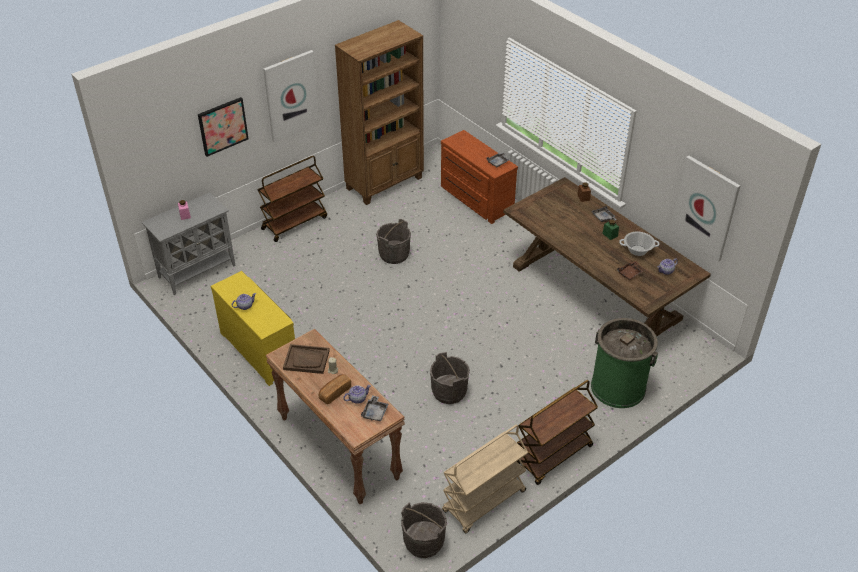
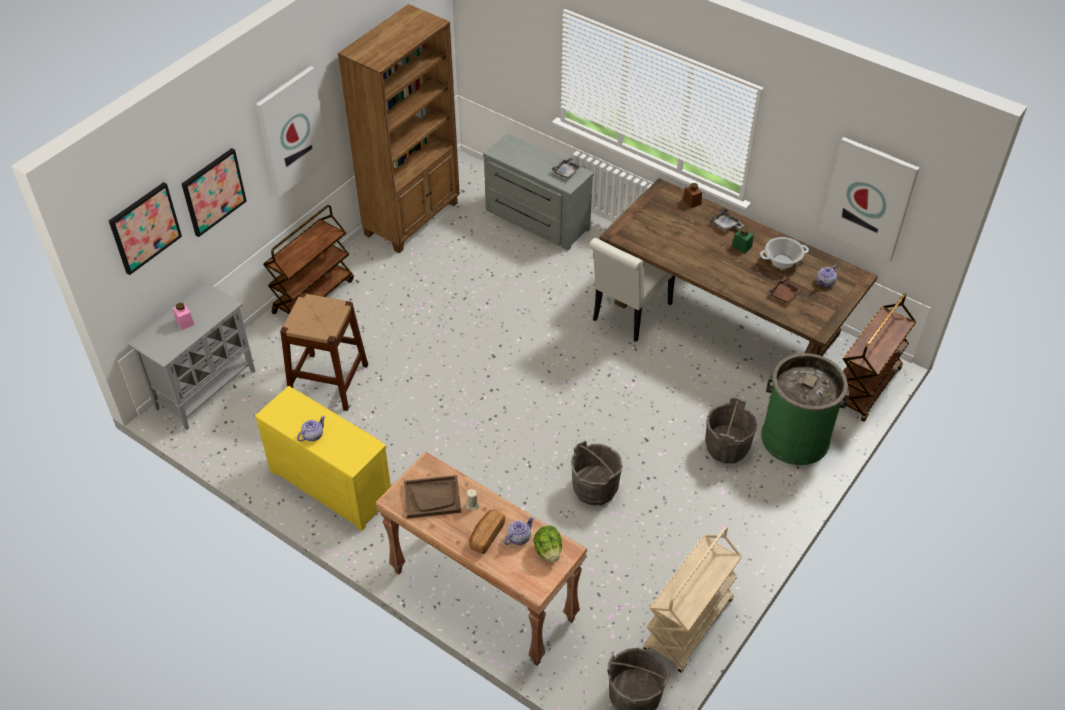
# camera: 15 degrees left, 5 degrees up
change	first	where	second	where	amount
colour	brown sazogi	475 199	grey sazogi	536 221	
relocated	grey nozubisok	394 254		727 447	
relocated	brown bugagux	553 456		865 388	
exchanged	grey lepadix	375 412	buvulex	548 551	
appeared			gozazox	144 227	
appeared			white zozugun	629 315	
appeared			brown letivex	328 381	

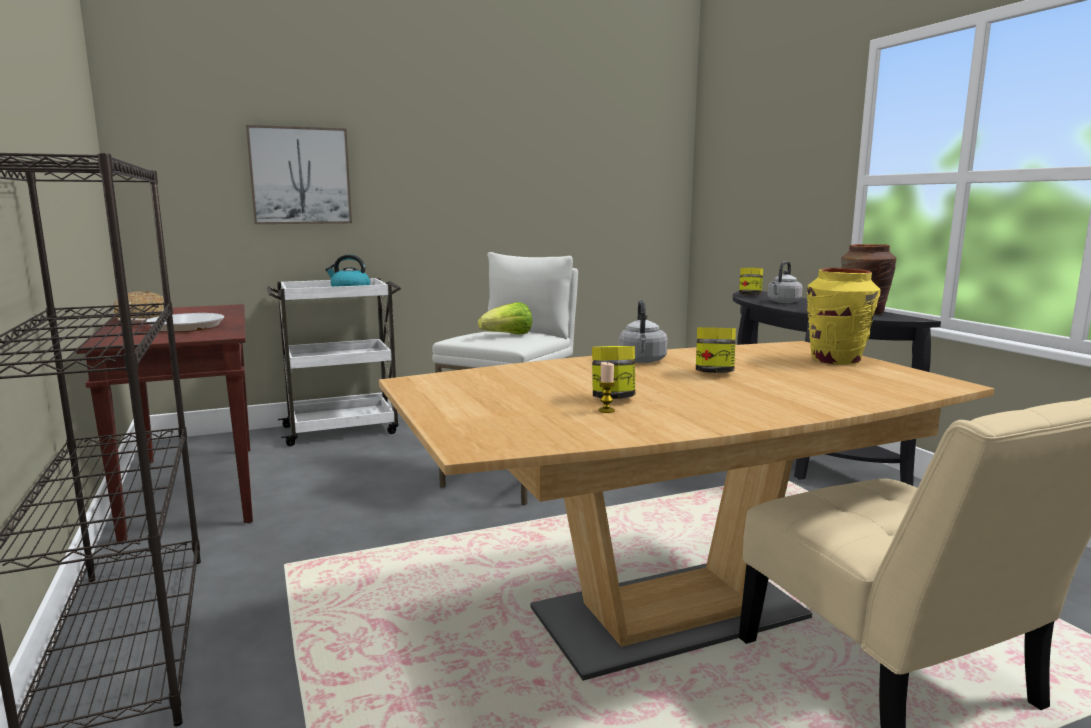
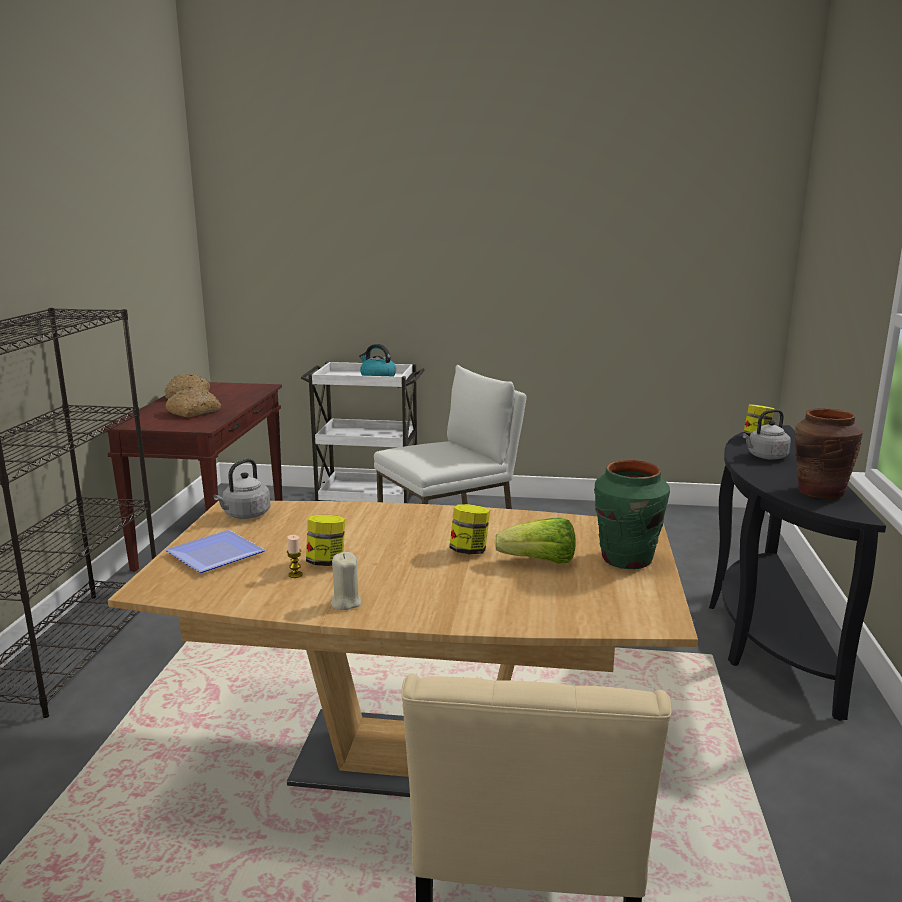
# camera: 30 degrees right, 5 degrees up
change	first	where	second	where	amount
missing	gozazox	300 176			
colour	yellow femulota	836 360	green femulota	626 559	
relocated	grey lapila	642 361		245 515	
relocated	buvulex	508 335		539 562	
exchanged	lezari	182 327	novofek	194 412	
appeared			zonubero	212 555	
appeared			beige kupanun	345 603	

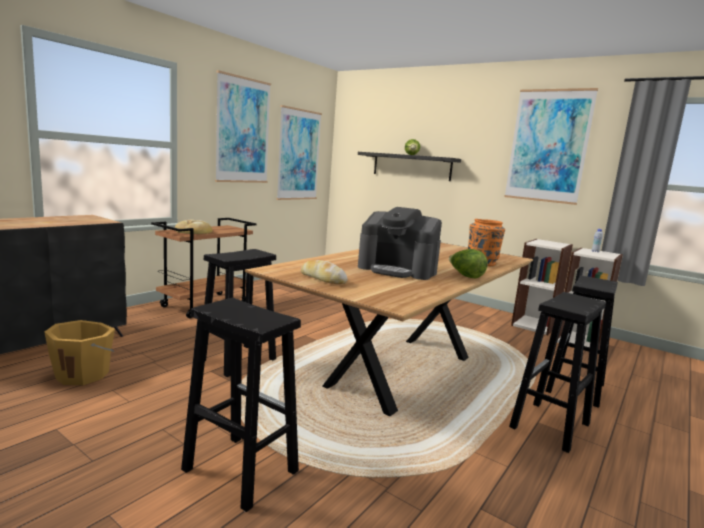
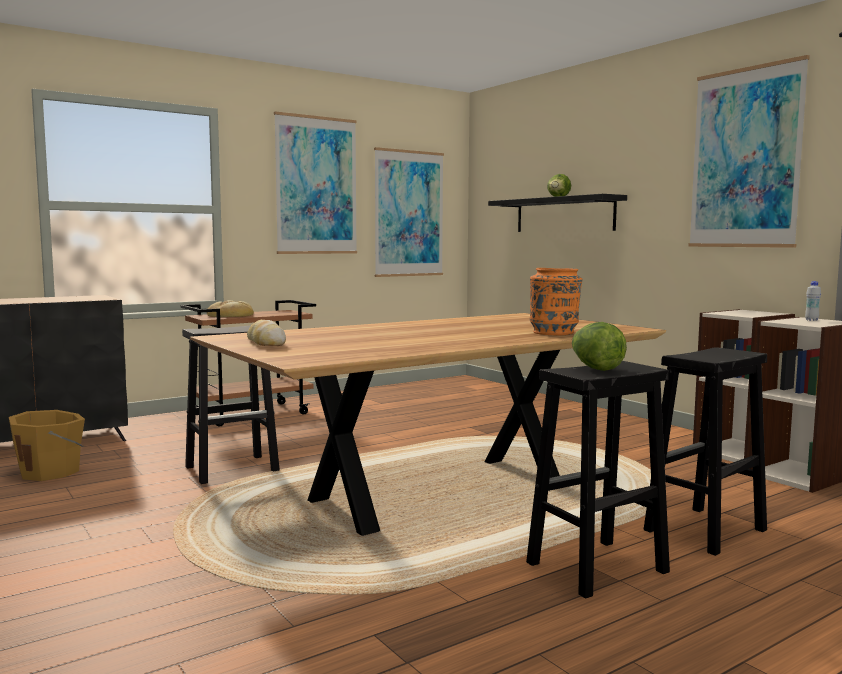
# camera: 20 degrees right, 5 degrees down
change	first	where	second	where	amount
missing	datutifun	398 270			
relocated	buvulex	465 276		595 368	
missing	black letivex	239 470			

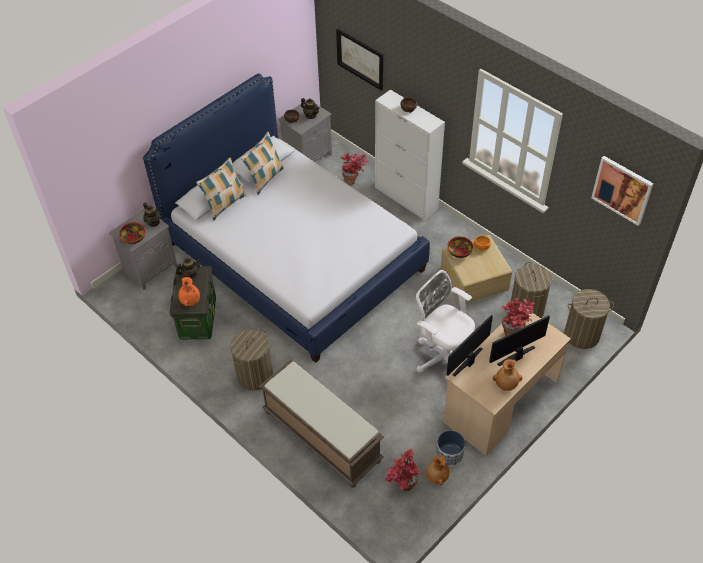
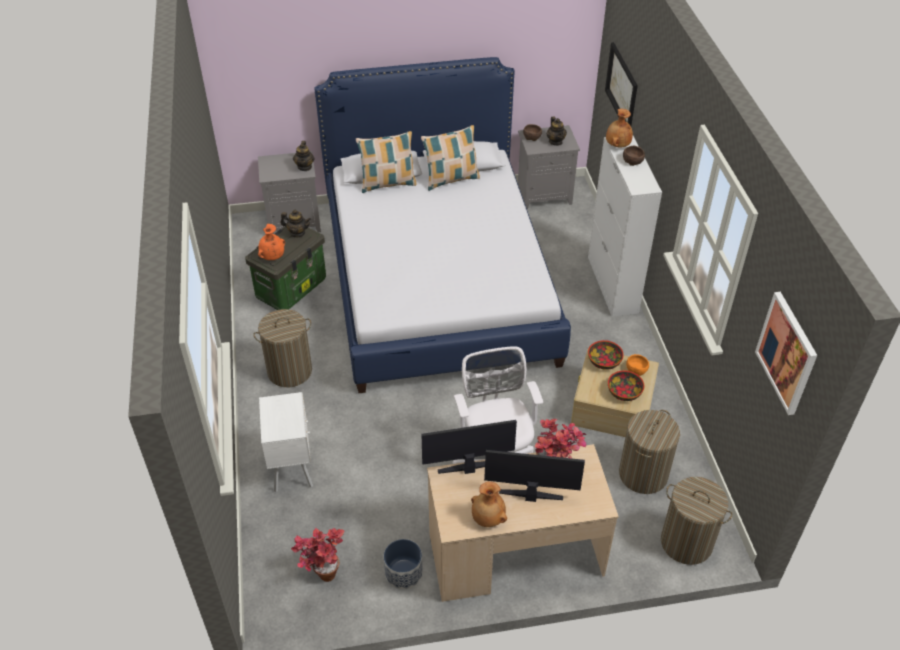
# camera: 35 degrees right, 5 degrees down
change	first	where	second	where	amount
missing	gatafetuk	354 182			
relocated	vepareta	133 238		624 392	
exchanged	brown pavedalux	320 436	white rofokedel	293 467	
relocated	brown femulota	436 477		617 144	

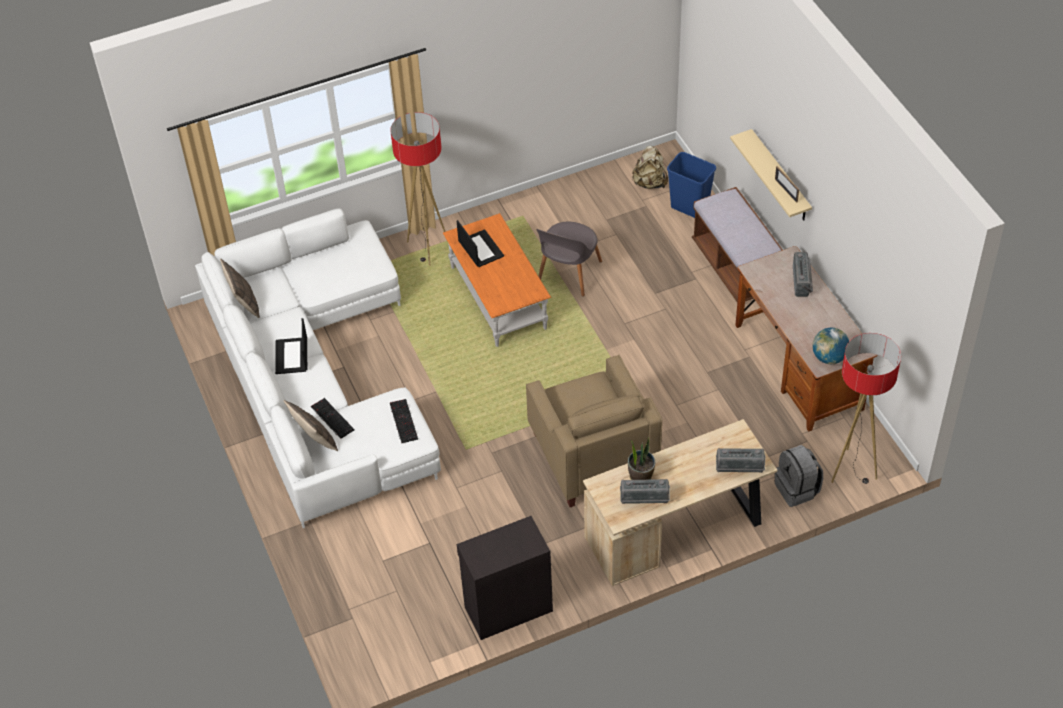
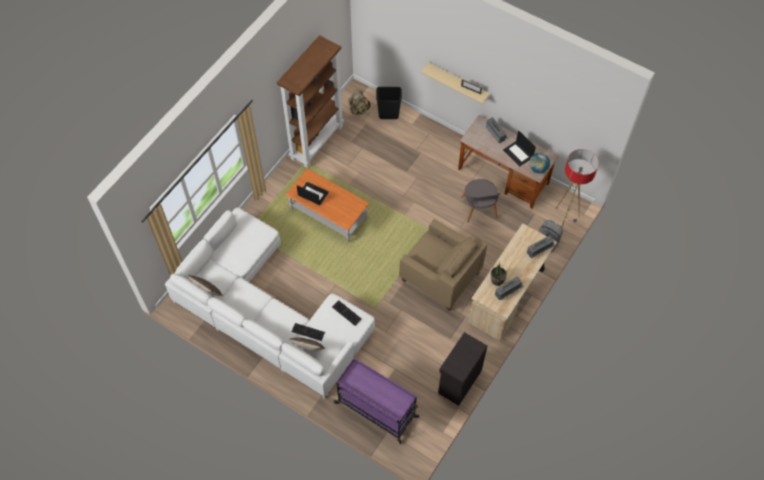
# camera: 35 degrees left, 10 degrees up
change	first	where	second	where	amount
missing	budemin	428 249			
colour	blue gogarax	690 207	black gogarax	389 114	
missing	brown pavedalux	735 267			
relocated	grey zozugun	568 274		479 209	
relocated	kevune	292 356		518 153	
appeared			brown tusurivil	316 141	
appeared			purple bugagux	377 410	

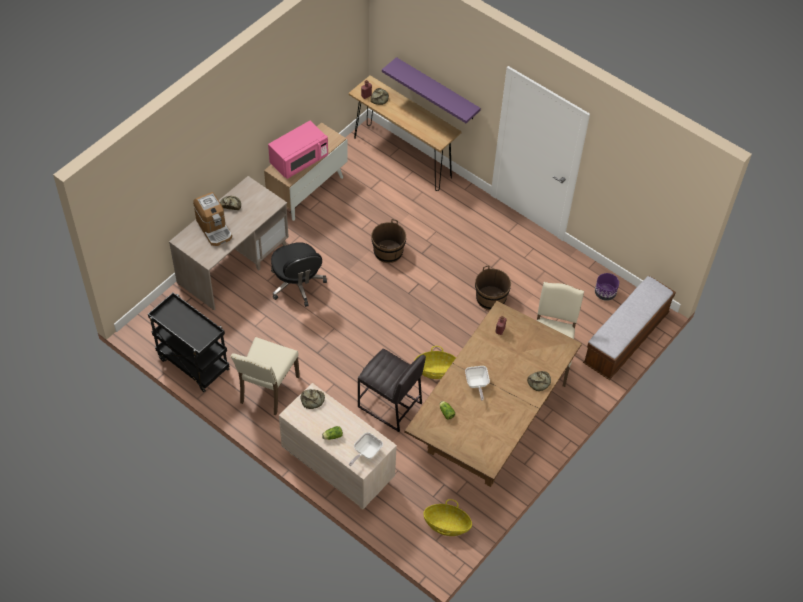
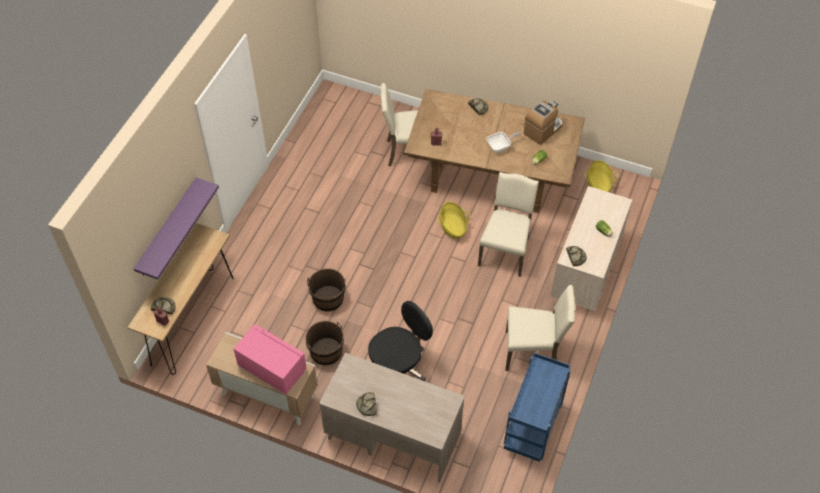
# camera: 105 degrees left, 0 degrees up
change	first	where	second	where	amount
relocated	datutifun	214 228		543 130	
relocated	brown nozubisok	491 298		326 351	
missing	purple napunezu	605 293			
missing	pavedalux	625 339			
colour	black bugagux	192 364	blue bugagux	533 428	
exchanged	grey letivex	390 405	beige zozugun	505 251	
missing	lezari	366 453			

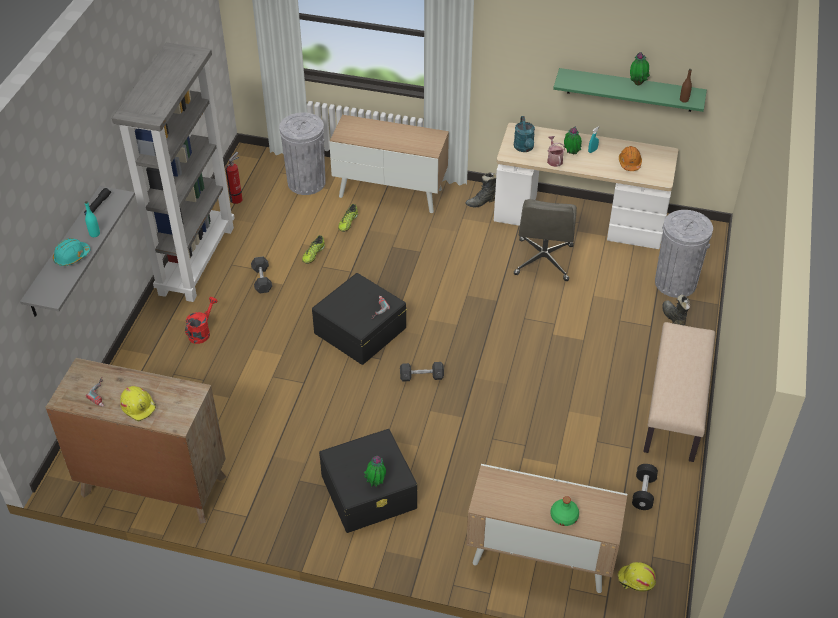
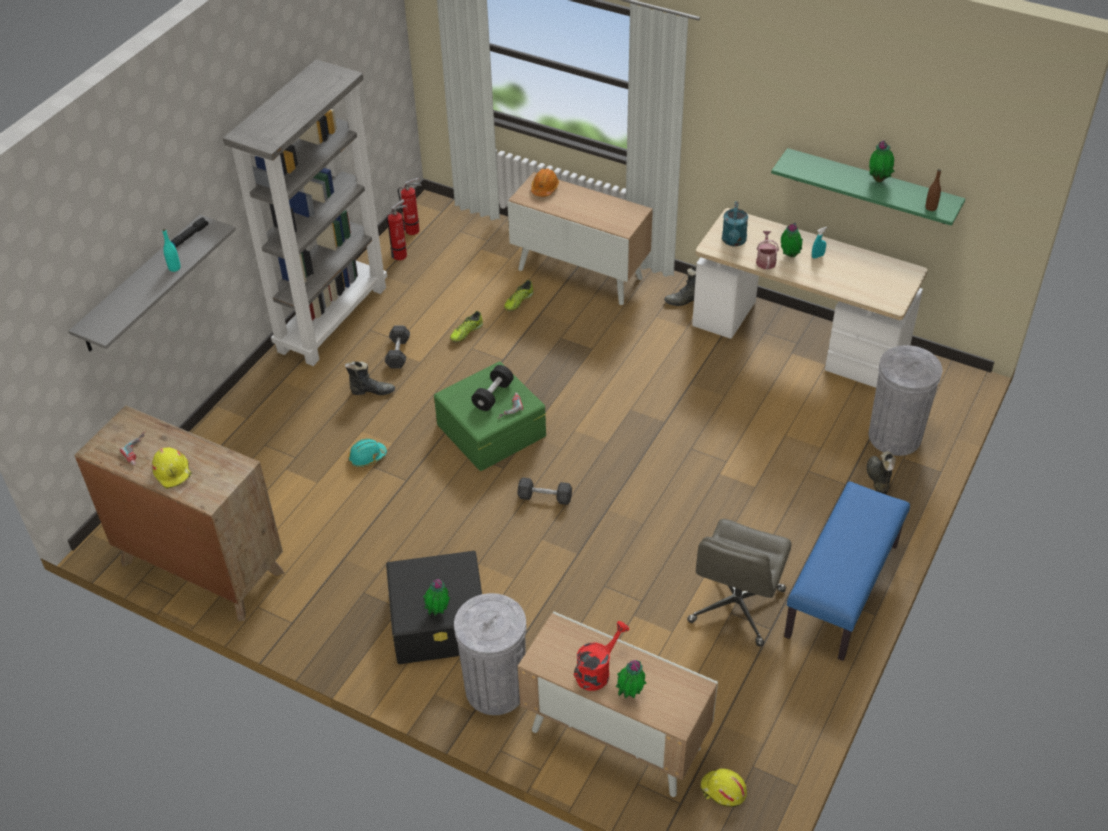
# camera: 15 degrees right, 0 degrees up
change	first	where	second	where	amount
relocated	grey gogarax	306 182		496 688	
relocated	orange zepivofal	629 163		544 188	
relocated	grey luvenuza	543 261		736 607	
relocated	turquoise zepivofal	72 257		367 457	
colour	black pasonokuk	359 330	green pasonokuk	490 430	
relocated	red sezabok	202 332		597 671	
colour	beige pavedalux	675 408	blue pavedalux	842 591	
relocated	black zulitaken	643 492		493 395	
exchanged	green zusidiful	564 517	gatafetuk	630 694	
appeared			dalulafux	414 230	
appeared			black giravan	372 391	

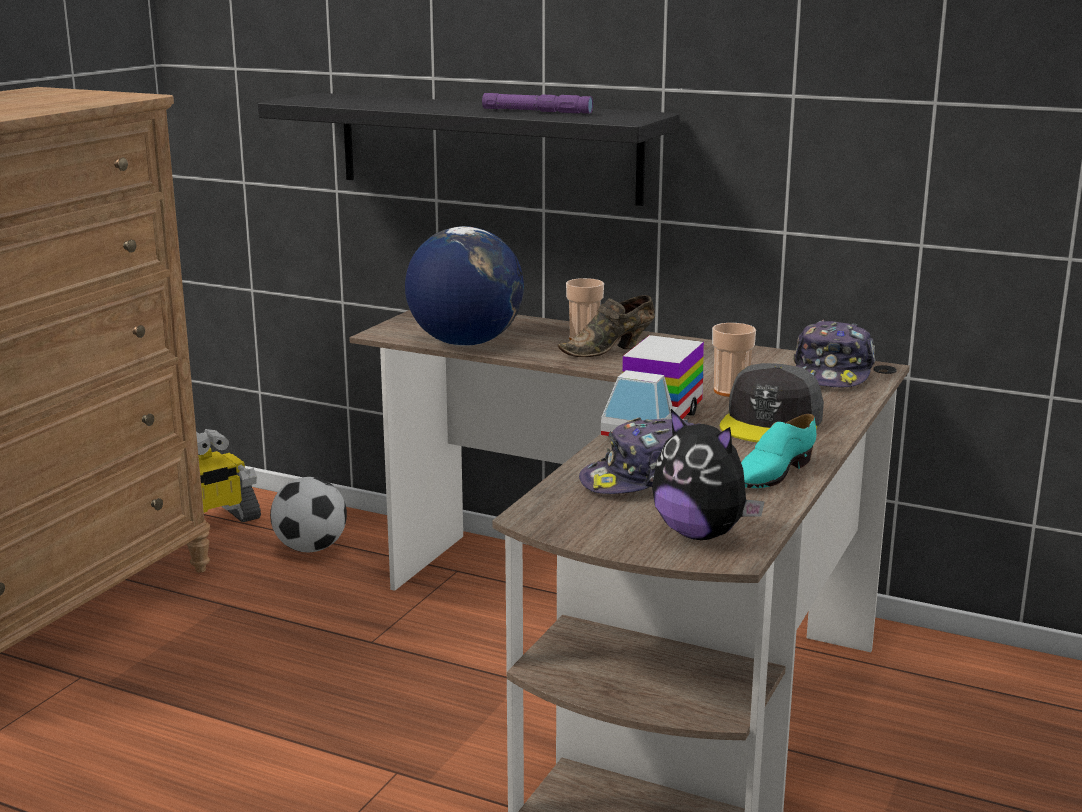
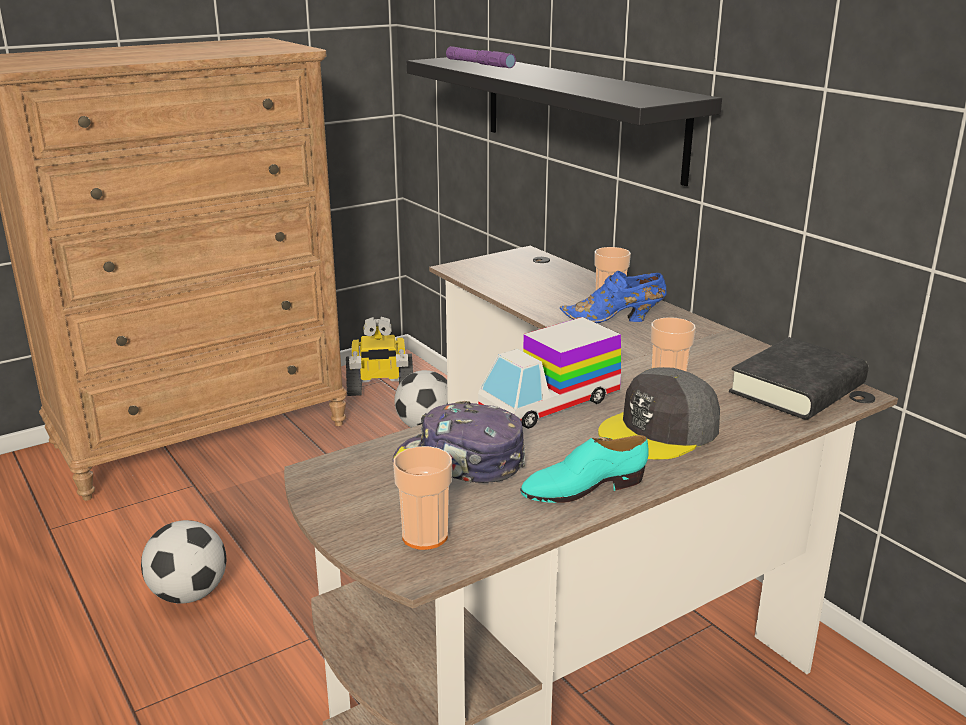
# camera: 30 degrees right, 5 degrees up
change	first	where	second	where	amount
relocated	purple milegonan	537 111		479 64	
missing	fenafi	465 343			
colour	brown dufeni	610 350	blue dufeni	616 320	
exchanged	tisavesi	833 372	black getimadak	797 389	
exchanged	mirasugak	701 534	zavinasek	425 536	
appeared			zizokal	189 594	

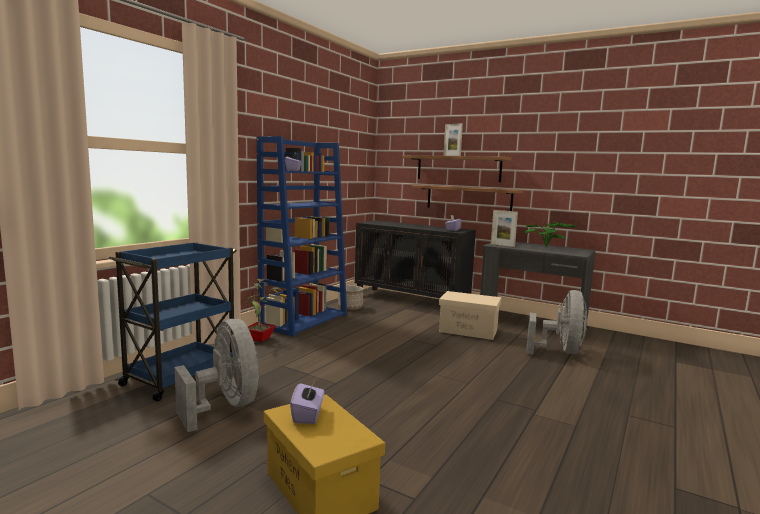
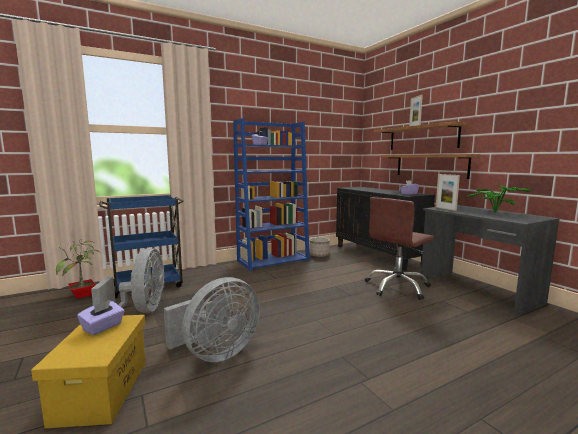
# camera: 30 degrees right, 0 degrees up
change	first	where	second	where	amount
relocated	gatafetuk	261 339		83 295	
relocated	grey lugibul	560 351		216 353	
exchanged	beige pasonokuk	467 330	brown luvenuza	397 287	

